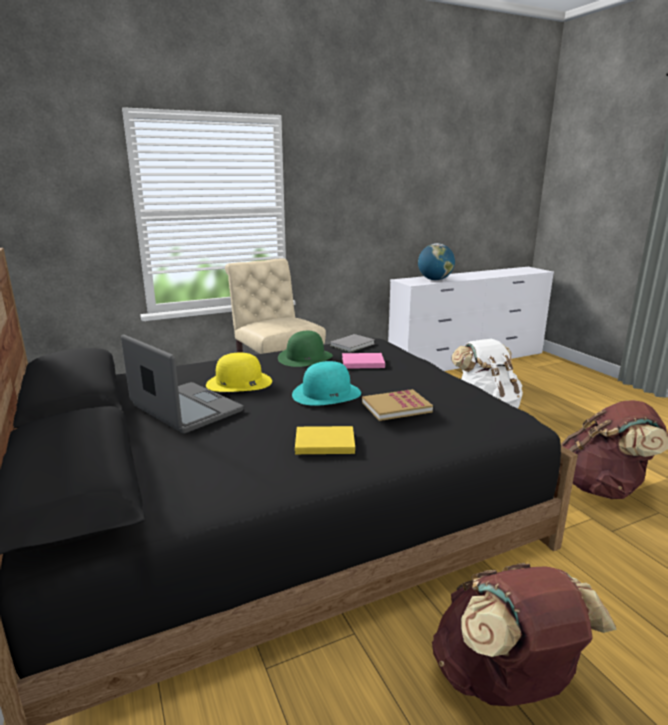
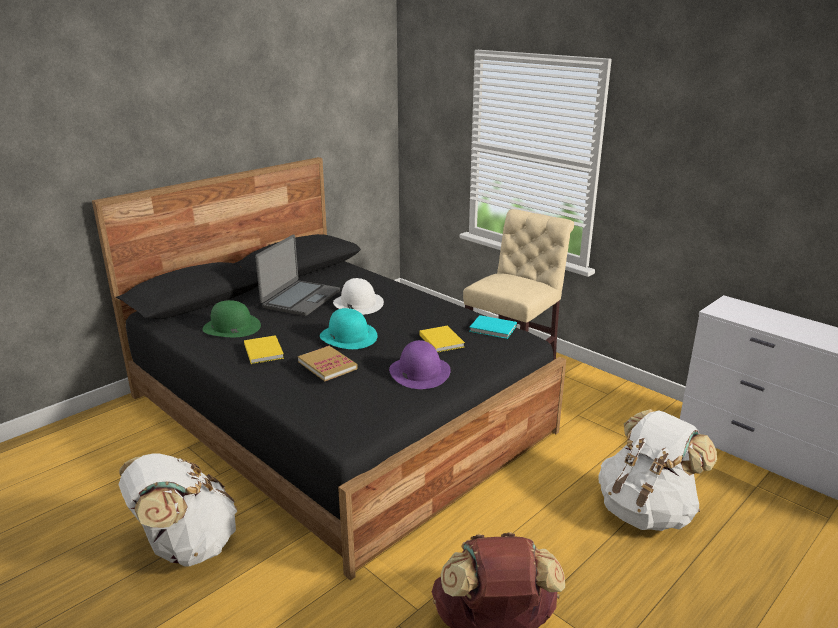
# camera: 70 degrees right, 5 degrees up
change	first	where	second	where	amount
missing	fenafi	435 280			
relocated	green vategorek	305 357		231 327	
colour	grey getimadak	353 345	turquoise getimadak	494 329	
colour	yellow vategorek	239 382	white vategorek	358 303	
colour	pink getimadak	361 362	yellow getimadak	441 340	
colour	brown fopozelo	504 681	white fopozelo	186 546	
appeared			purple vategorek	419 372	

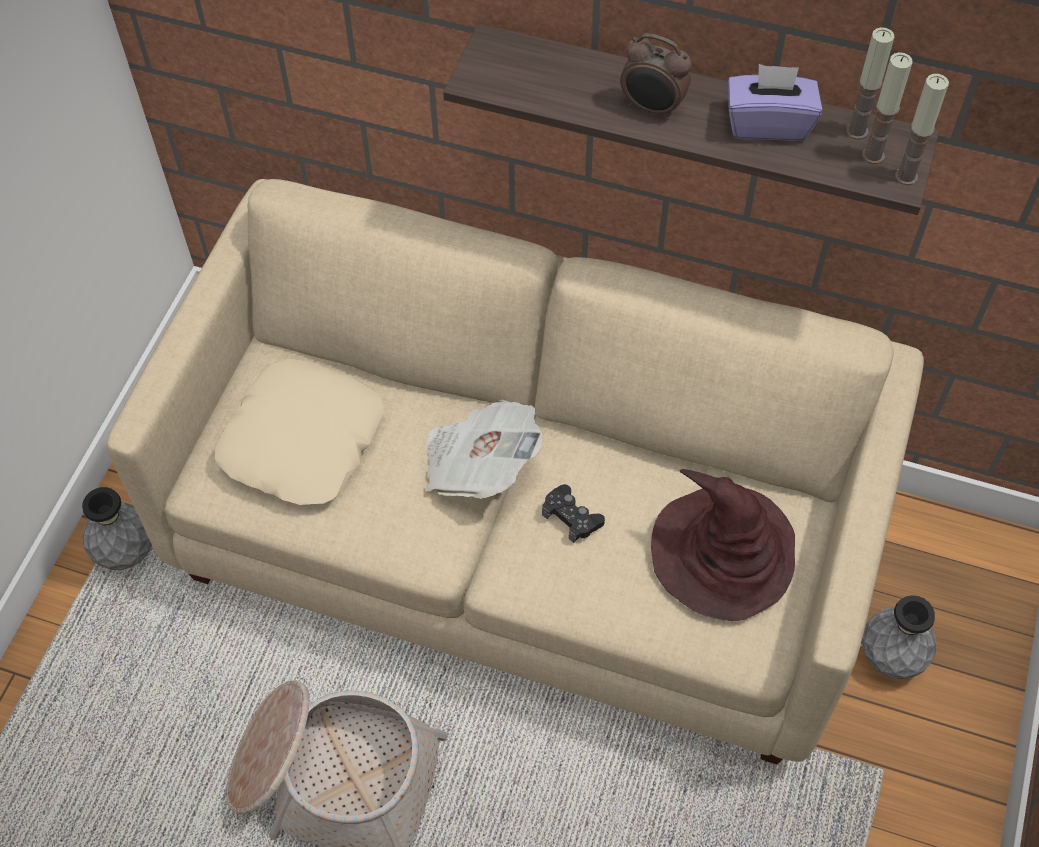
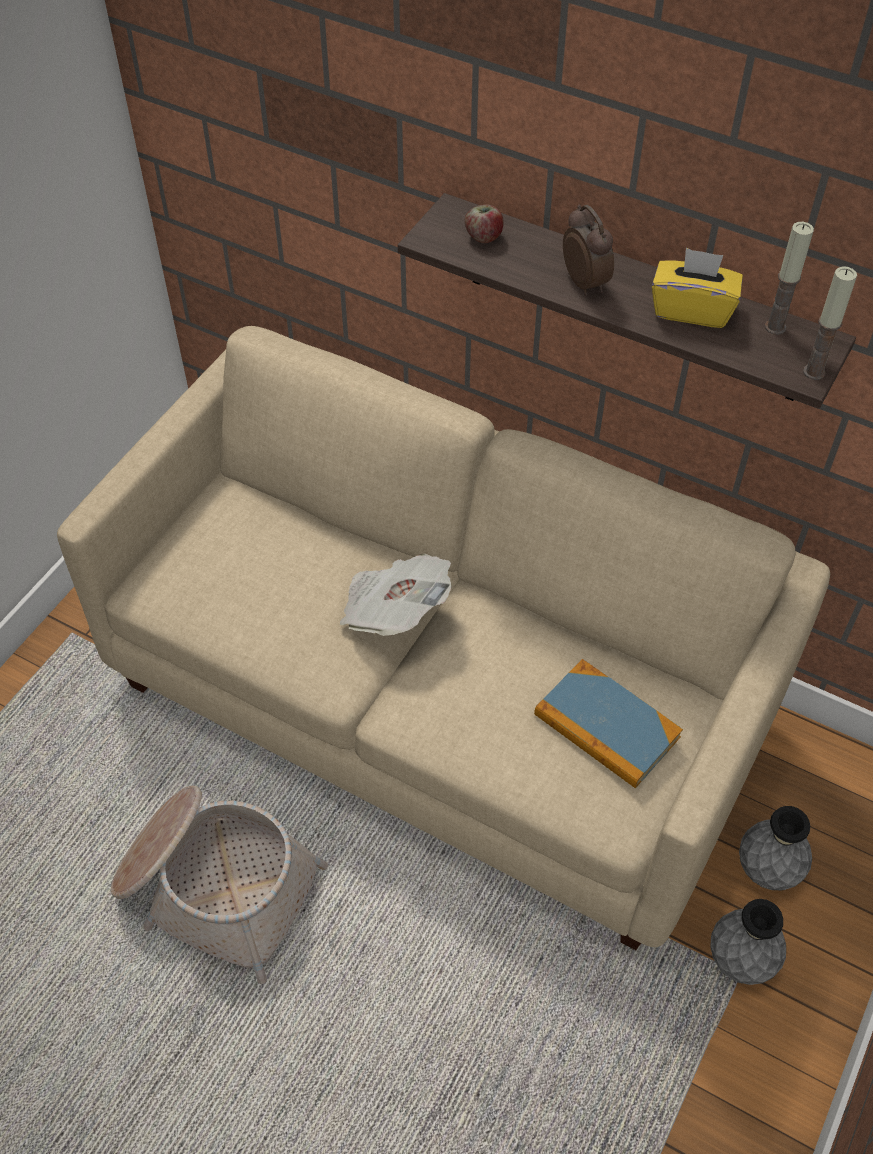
# camera: 10 degrees right, 5 degrees down
change	first	where	second	where	amount
spun	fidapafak	652 108		585 282	150 degrees counterclockwise
missing	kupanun	873 155			
colour	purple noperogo	768 123	yellow noperogo	692 309	
missing	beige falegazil	304 441			
exchanged	brown vategorek	724 553	getimadak	606 726	
missing	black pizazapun	572 517			
relocated	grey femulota	127 552		740 960	
appeared			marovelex	484 237	

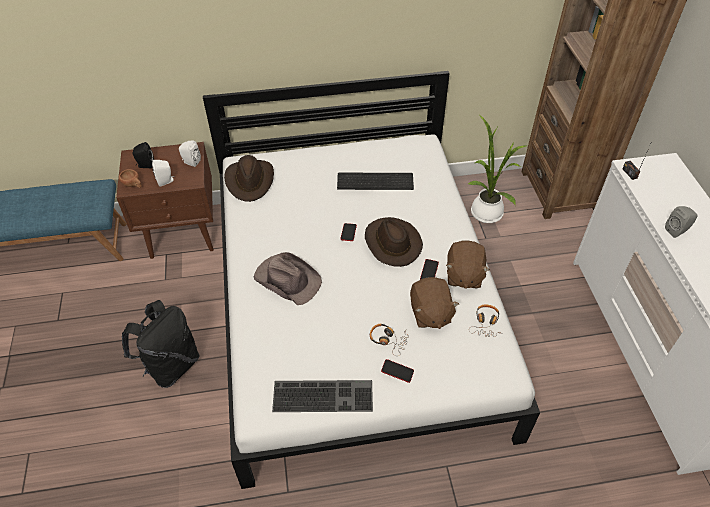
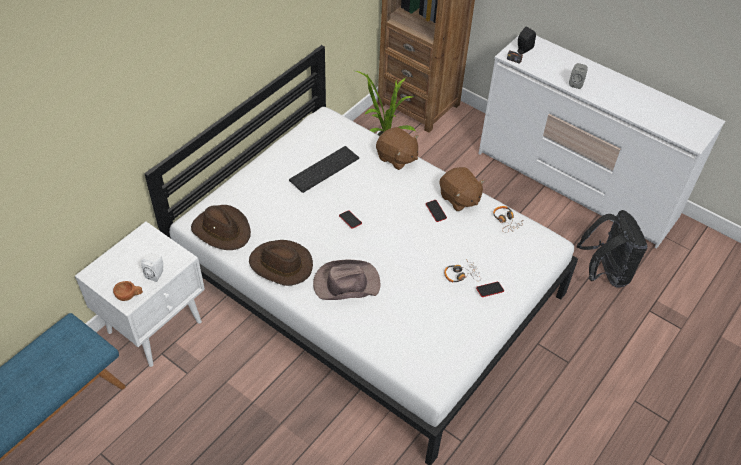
# camera: 45 degrees left, 0 degrees up
change	first	where	second	where	amount
missing	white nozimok	190 162			
colour	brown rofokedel	183 233	white rofokedel	156 326	
relocated	black nozimok	145 165		523 50	
relocated	brown vategorek	391 243		281 265	
relocated	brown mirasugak	430 313		396 158	
relocated	black fopozelo	171 365		605 273	
missing	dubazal	324 394			

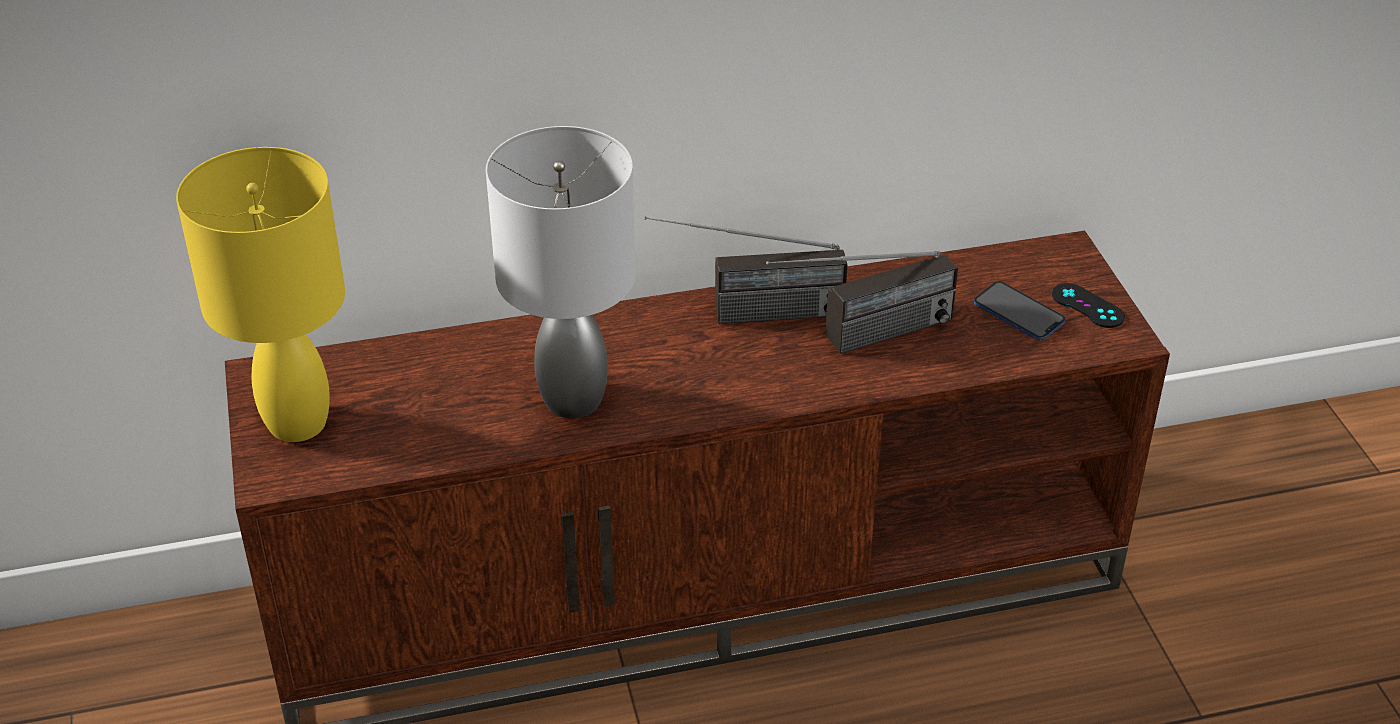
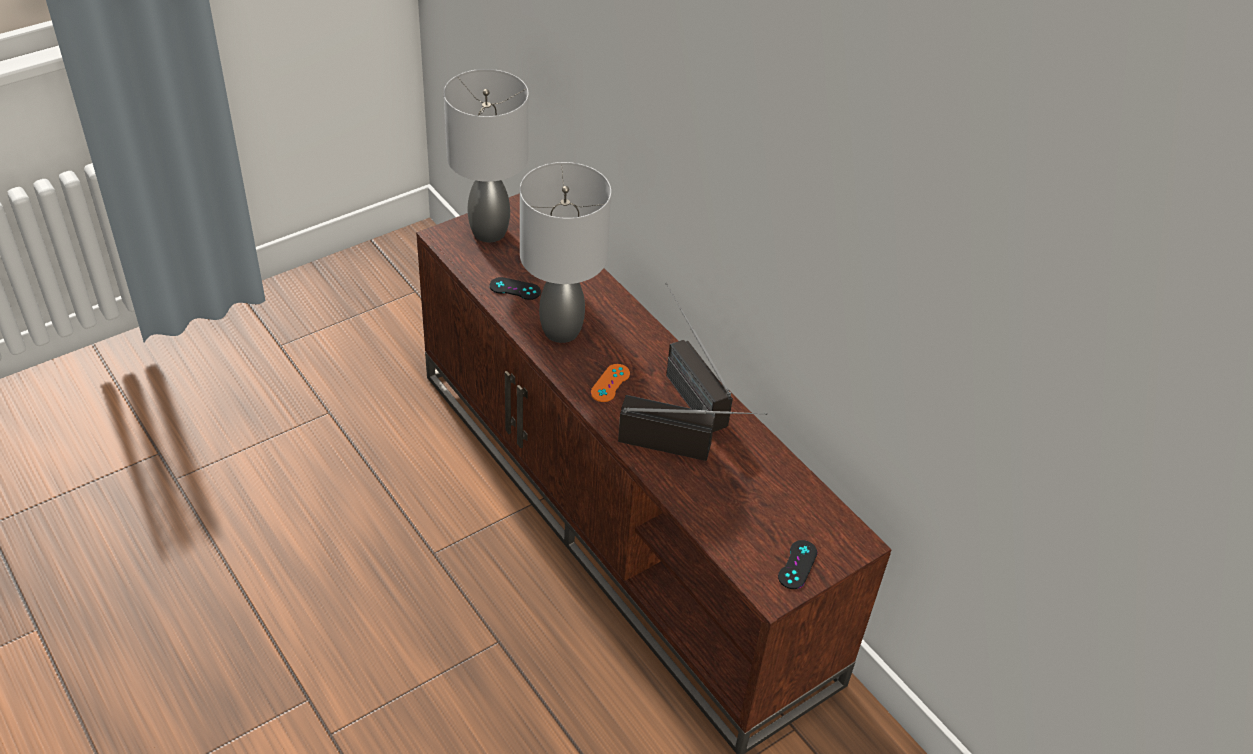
# camera: 65 degrees right, 5 degrees up
change	first	where	second	where	amount
colour	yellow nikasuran	295 423	grey nikasuran	488 231	
spun	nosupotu	860 339		689 447	150 degrees clockwise
missing	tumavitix	1018 313			
appeared			black pizazapun	515 289	
appeared			orange pizazapun	610 383	

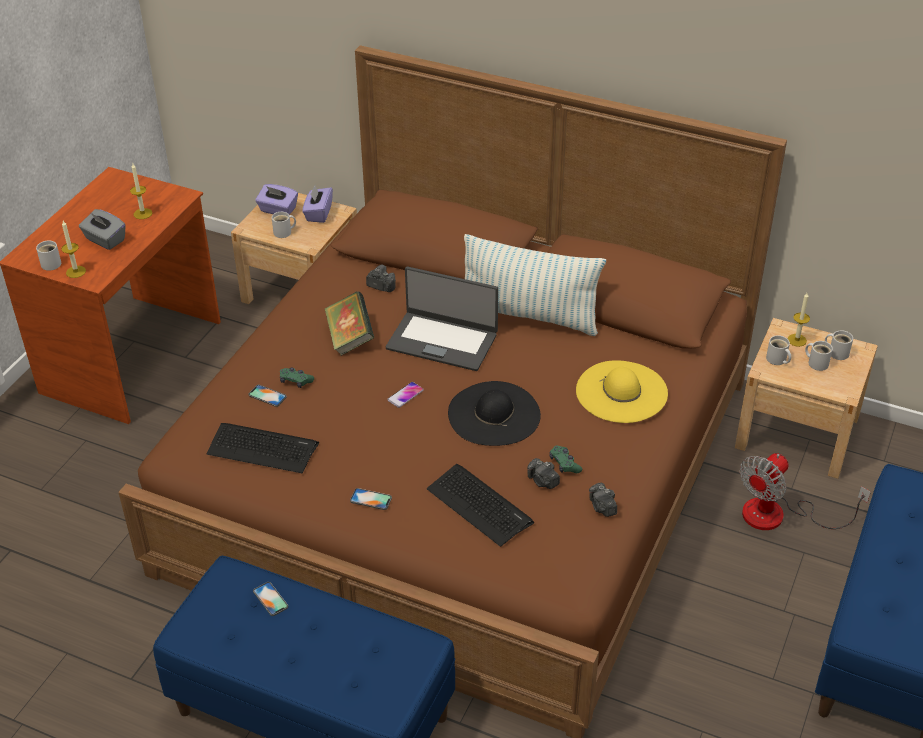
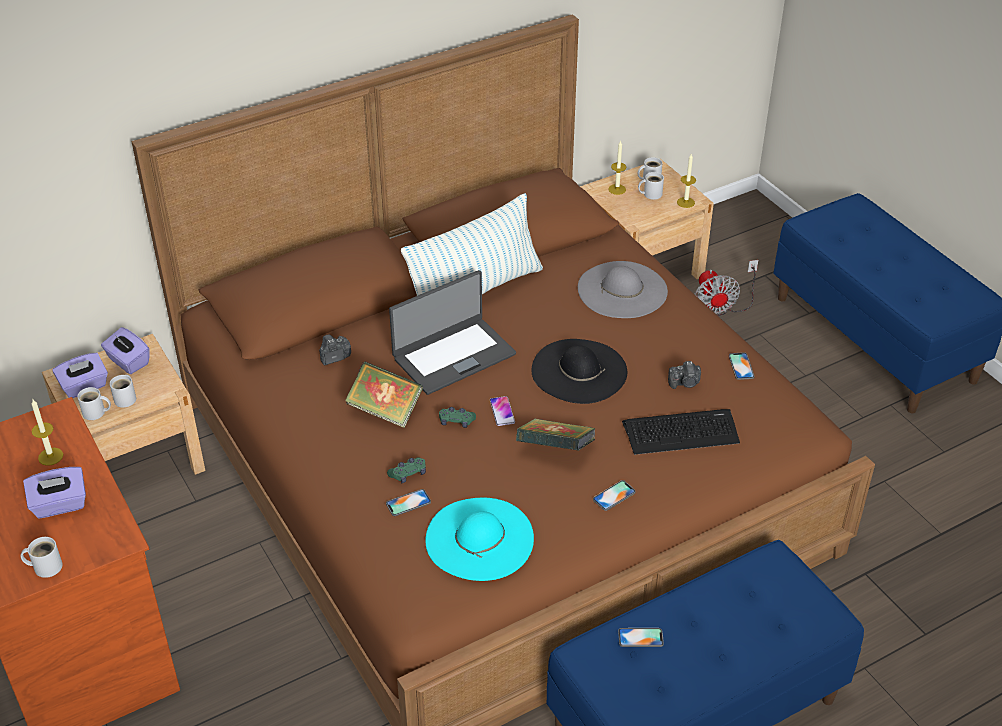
# camera: 55 degrees left, 0 degrees up
change	first	where	second	where	amount
colour	grey noperogo	105 240	purple noperogo	60 505	
relocated	kupanun	76 272		685 202	
relocated	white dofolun	777 360		96 413	
colour	yellow vategorek	621 392	grey vategorek	622 290	
exchanged	dubazal	262 448	turquoise vategorek	479 538	
relocated	green pizazapun	564 464		456 421	
exchanged	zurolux	602 507	tumavitix	741 366	
appeared			getimadak	555 450	

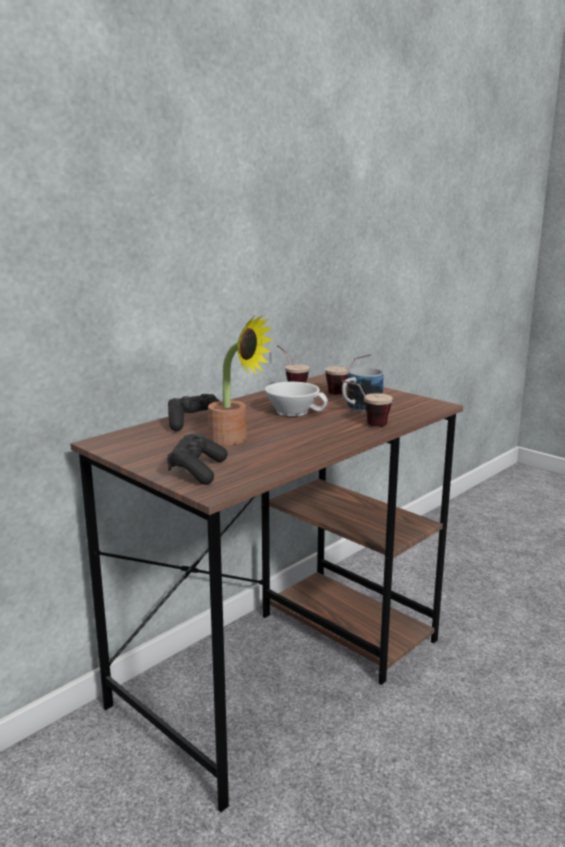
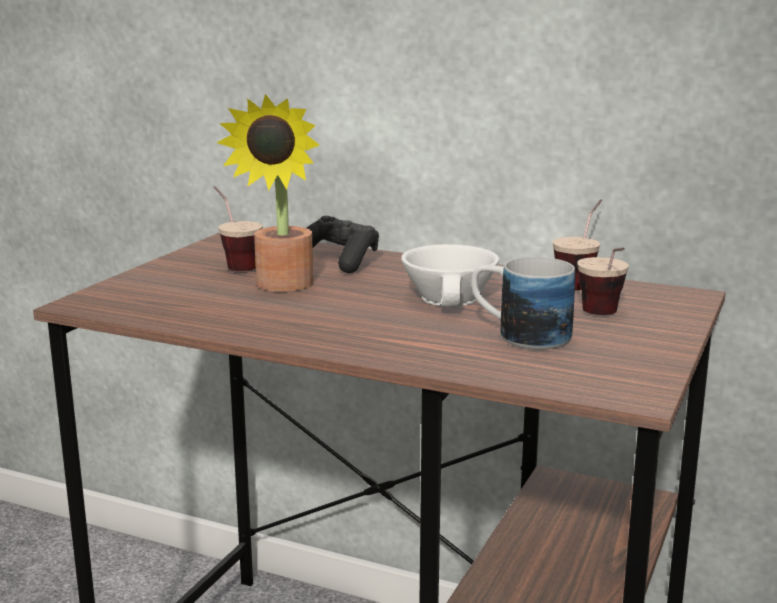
# camera: 70 degrees right, 0 degrees up
change	first	where	second	where	amount
relocated	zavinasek	365 425		234 264	
missing	black pizazapun	197 471			

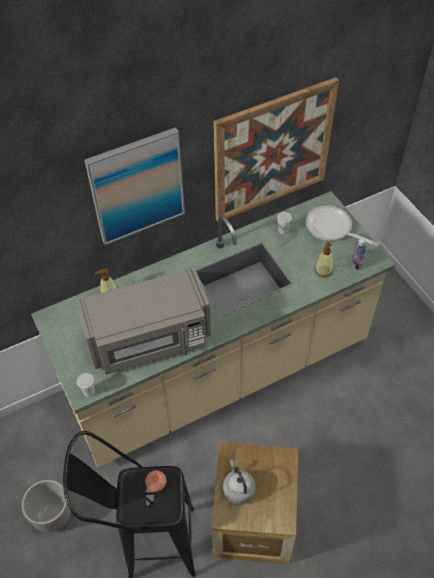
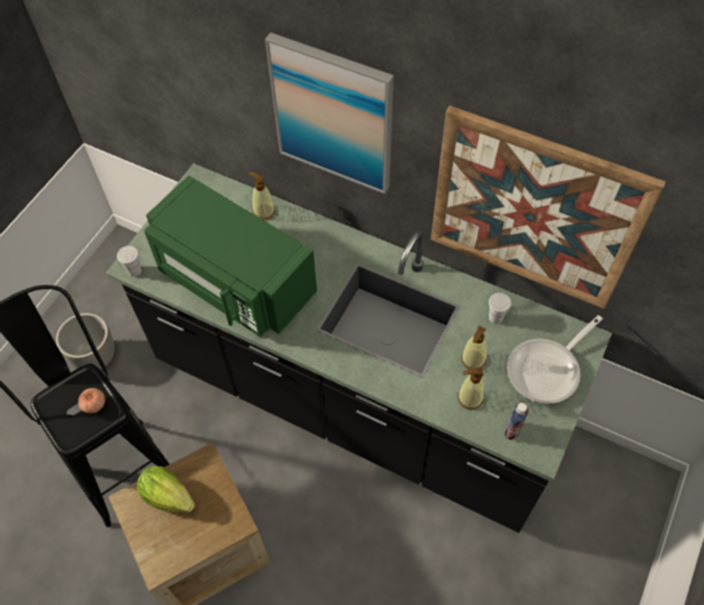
# camera: 55 degrees right, 5 degrees up
change	first	where	second	where	amount
colour	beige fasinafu	218 372	black fasinafu	354 400	
spun	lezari	332 229		547 370	135 degrees counterclockwise
colour	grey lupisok	149 340	green lupisok	234 282	
exchanged	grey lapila	238 489	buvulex	168 495	
appeared			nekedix	473 360	

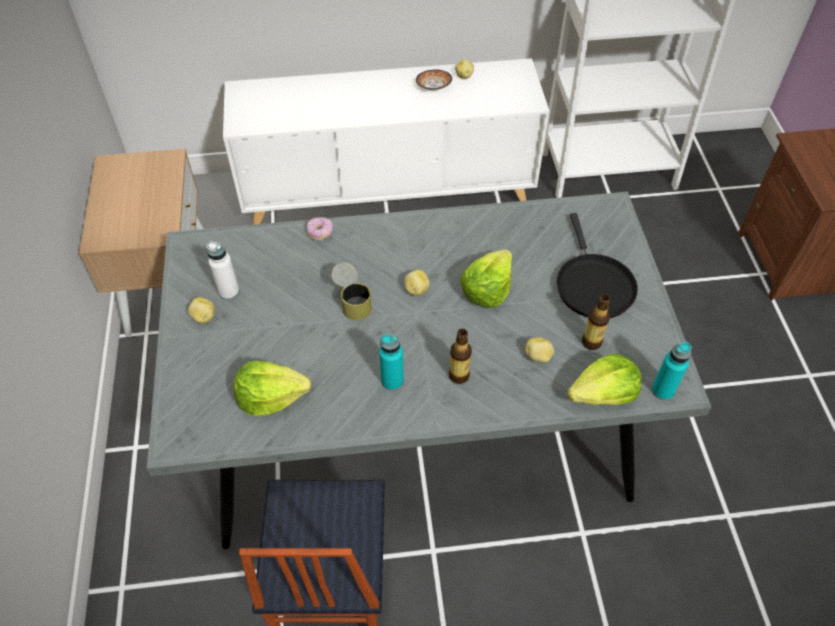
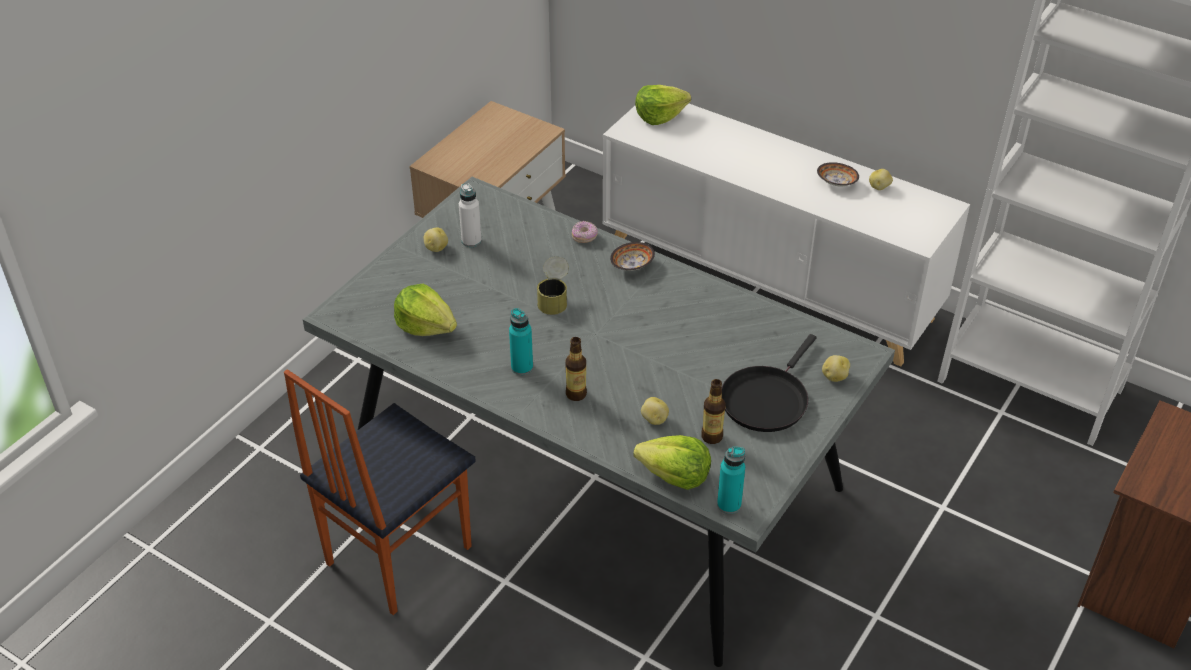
# camera: 40 degrees right, 10 degrees down
change	first	where	second	where	amount
relocated	buvulex	487 289		659 116	
relocated	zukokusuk	416 289		834 376	
appeared			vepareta	631 265	

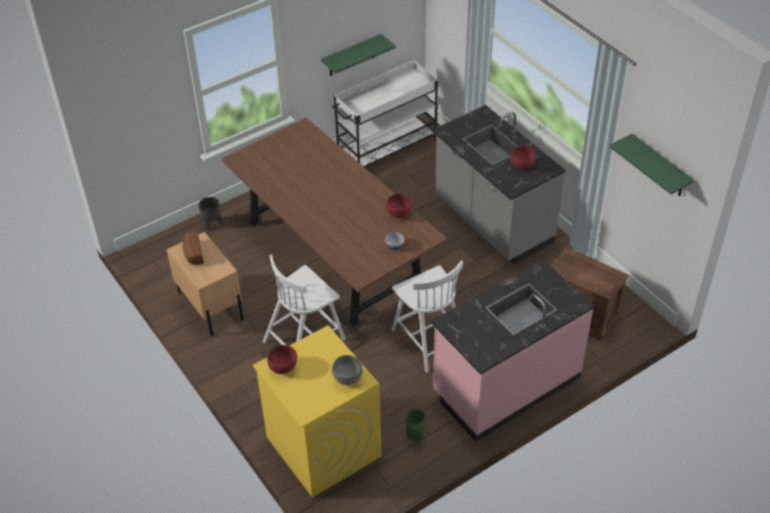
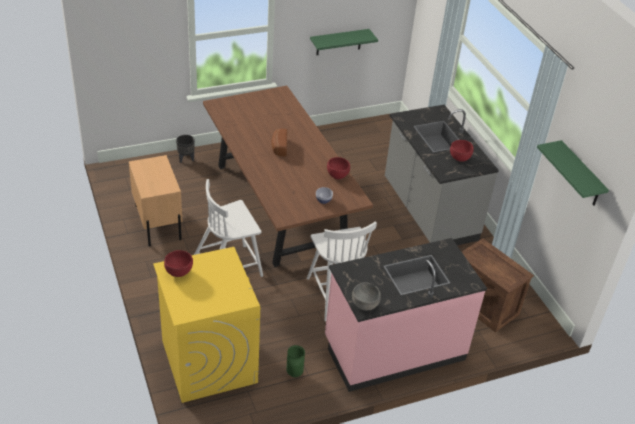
# camera: 10 degrees right, 5 degrees down
change	first	where	second	where	amount
missing	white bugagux	386 149			
relocated	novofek	192 254		278 147	
relocated	grey vepareta	347 378		364 305	

